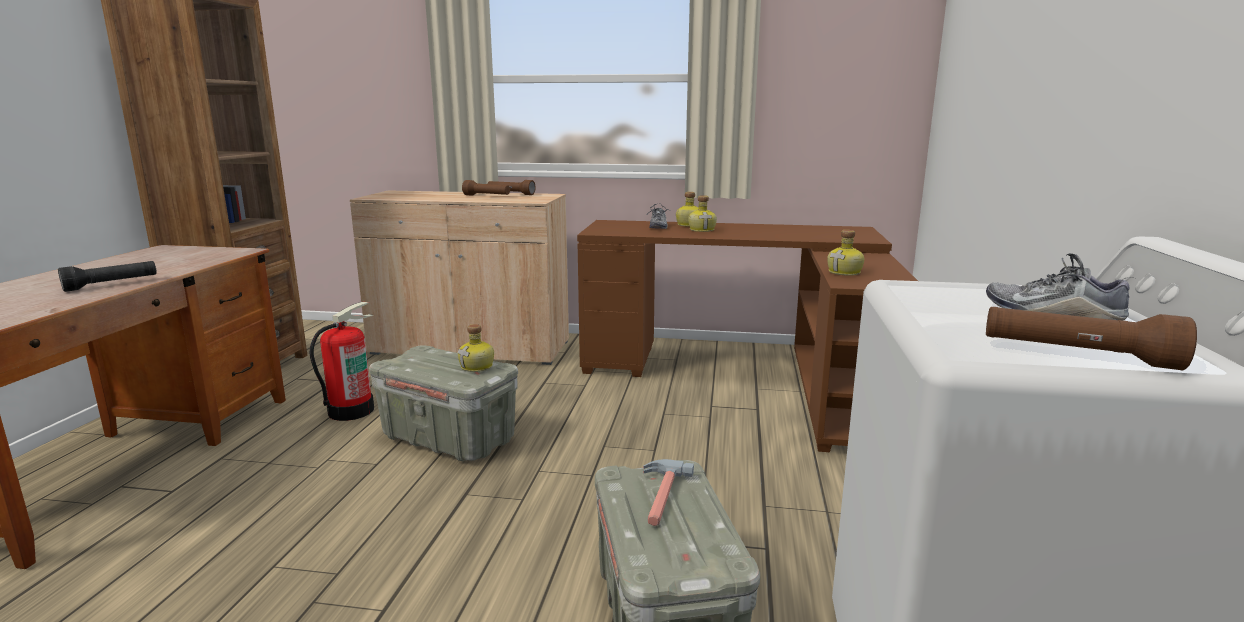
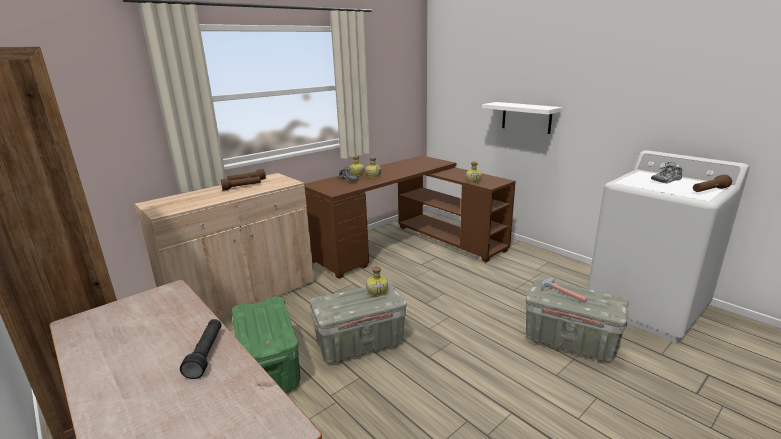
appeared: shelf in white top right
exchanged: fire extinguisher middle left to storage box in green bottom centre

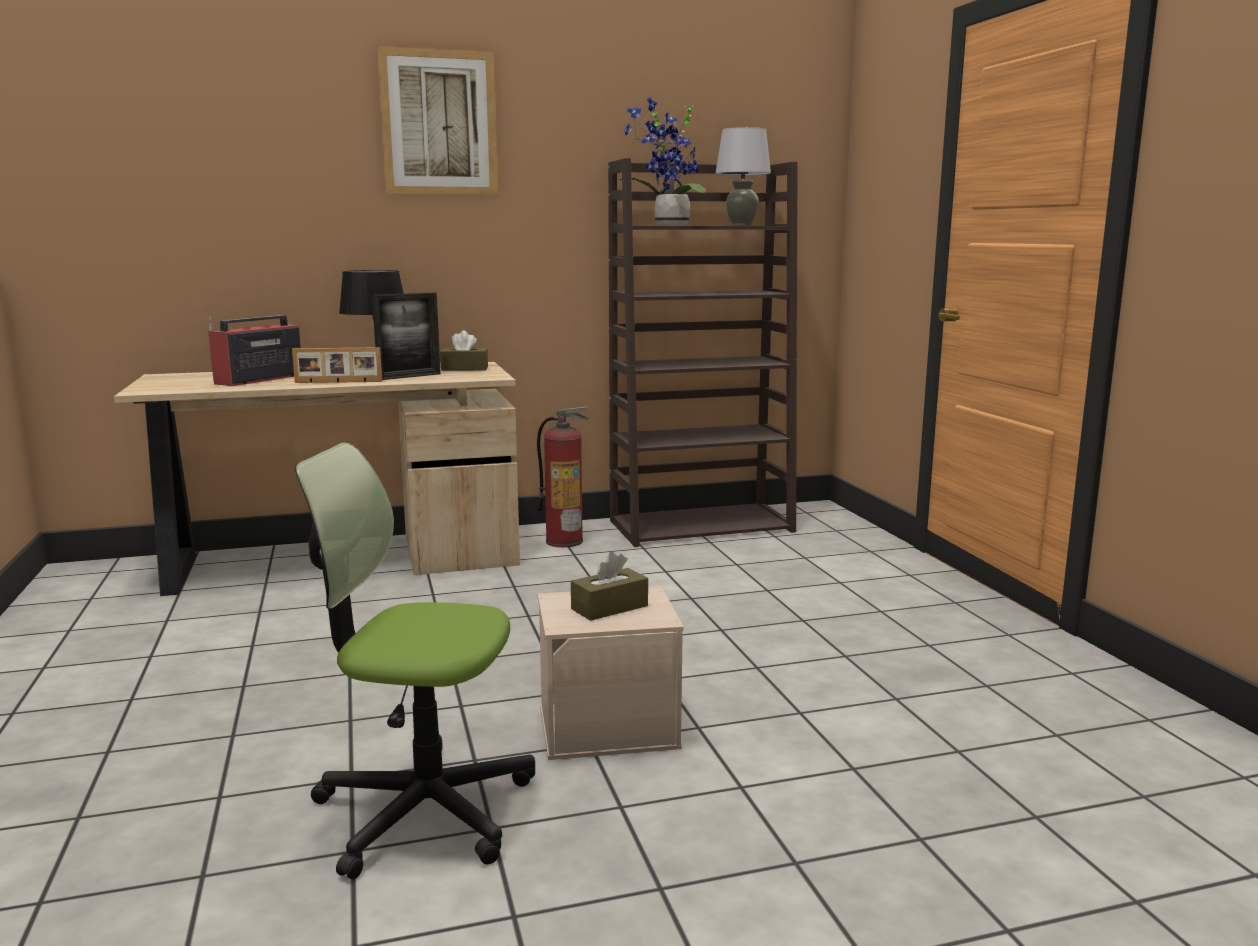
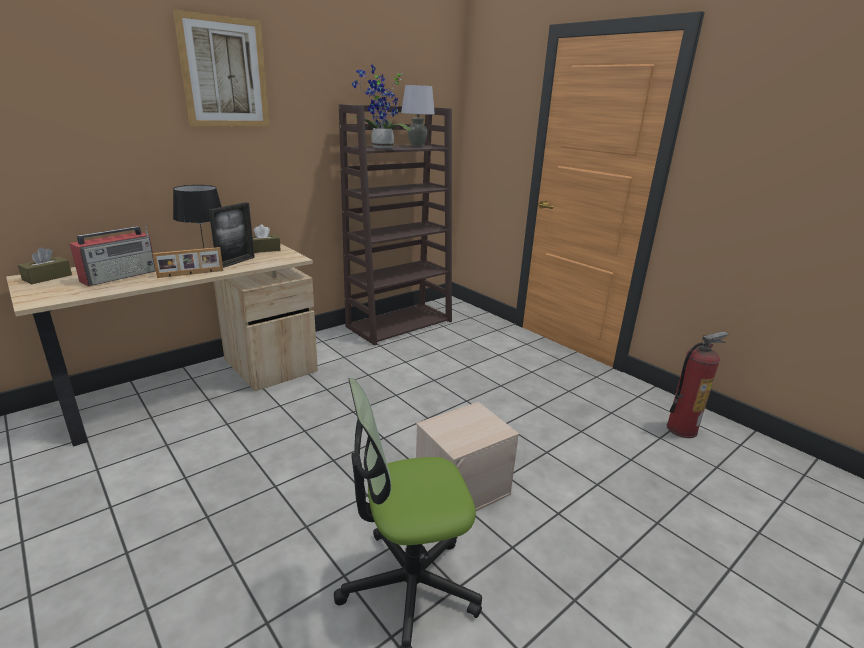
relocated: fire extinguisher centre to middle right; tissue box in brown (no. 2 from left in the first image) centre to tissue box in brown (no. 1 from left) middle left
spun: radio middle left = middle left 150 degrees counterclockwise

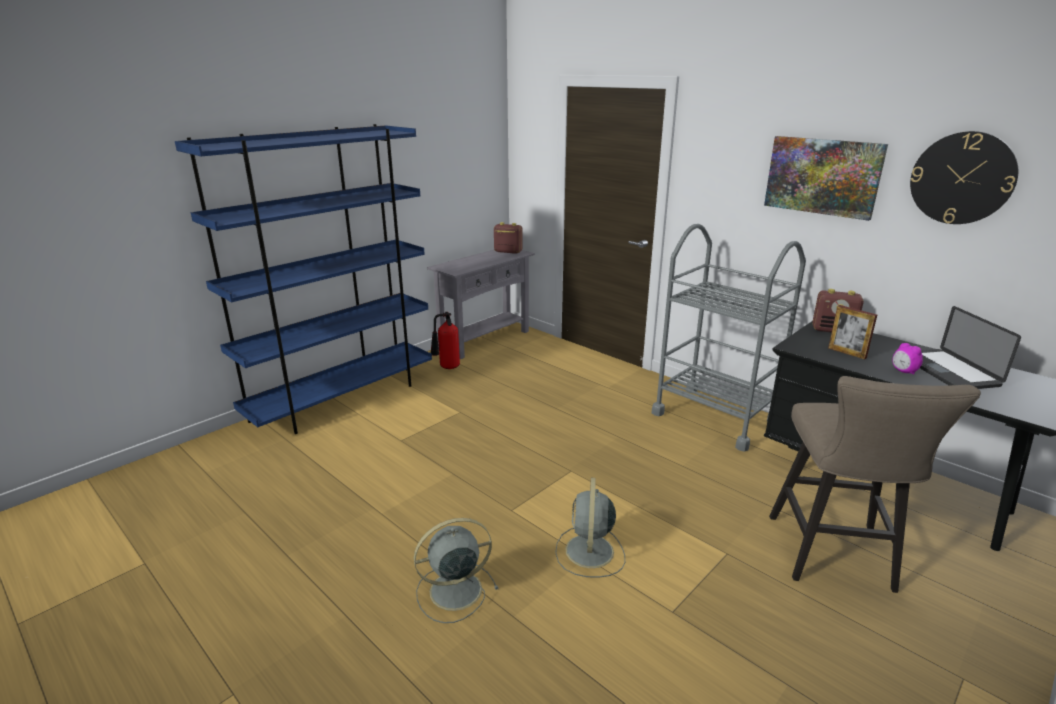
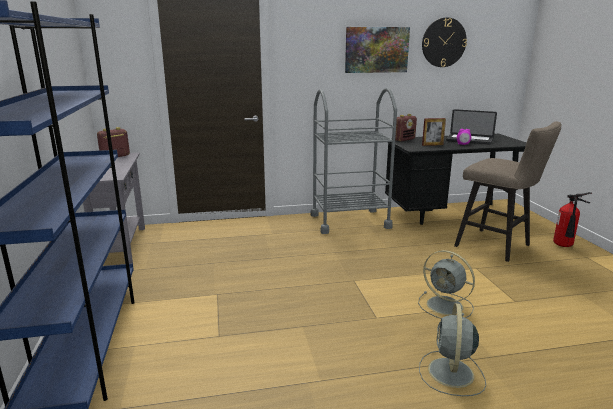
relocated: fire extinguisher centre to middle right

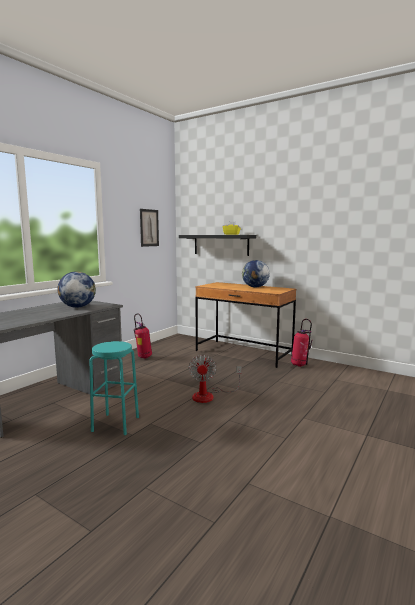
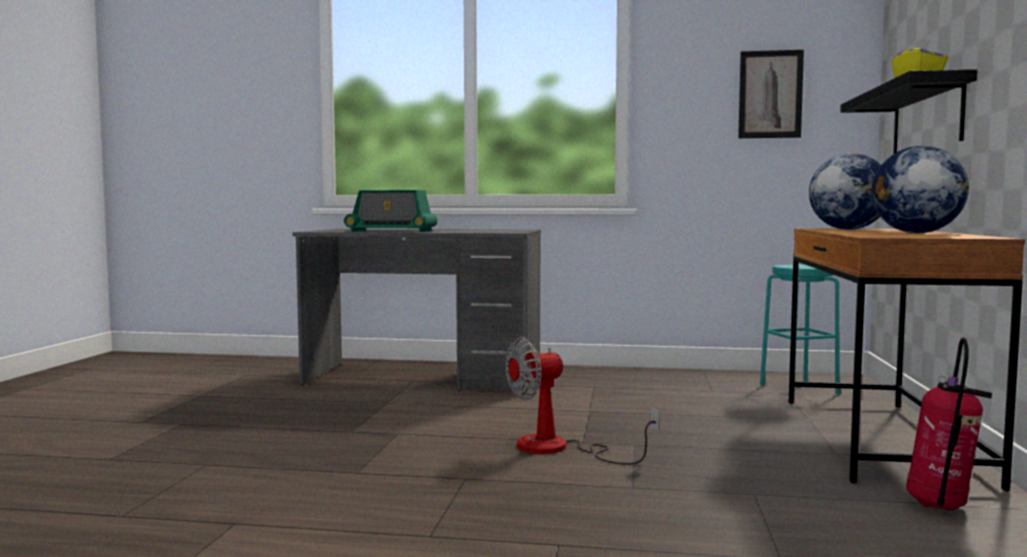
missing: fire extinguisher (no. 1 from left) centre
appeared: radio centre
relocated: globe (no. 1 from left) middle left to middle right; stool in turquoise middle left to middle right

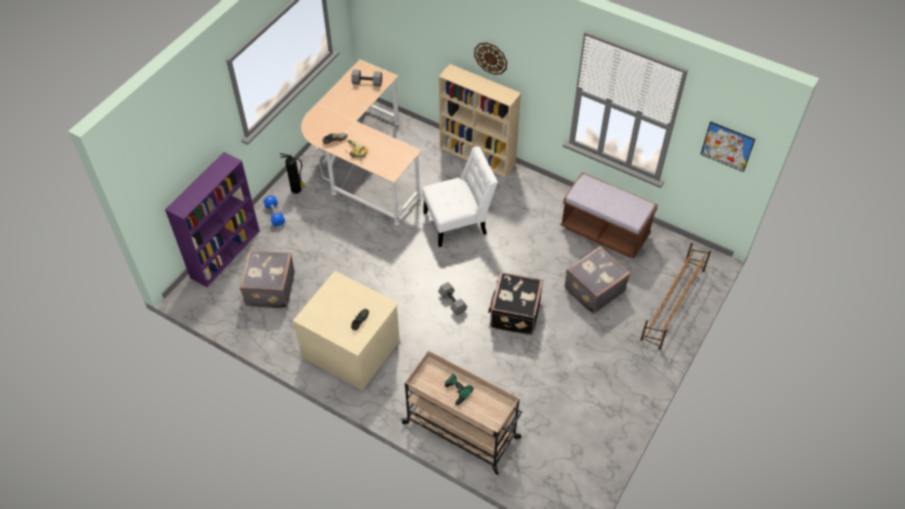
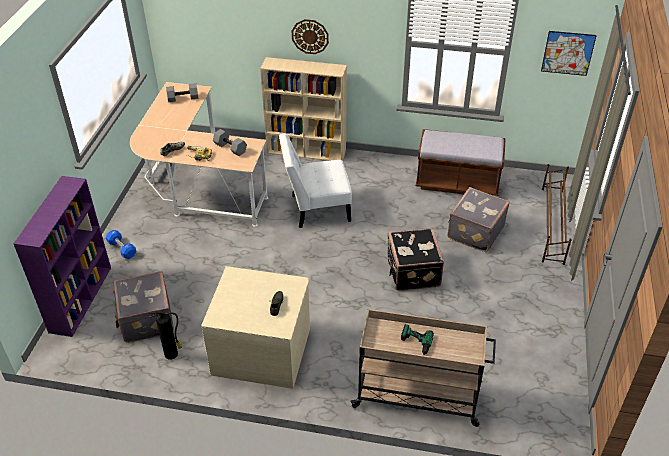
relocated: fire extinguisher middle left to bottom left; dumbbell in grey (no. 2 from left) centre to top centre
spun: chair in white centre = centre 150 degrees counterclockwise

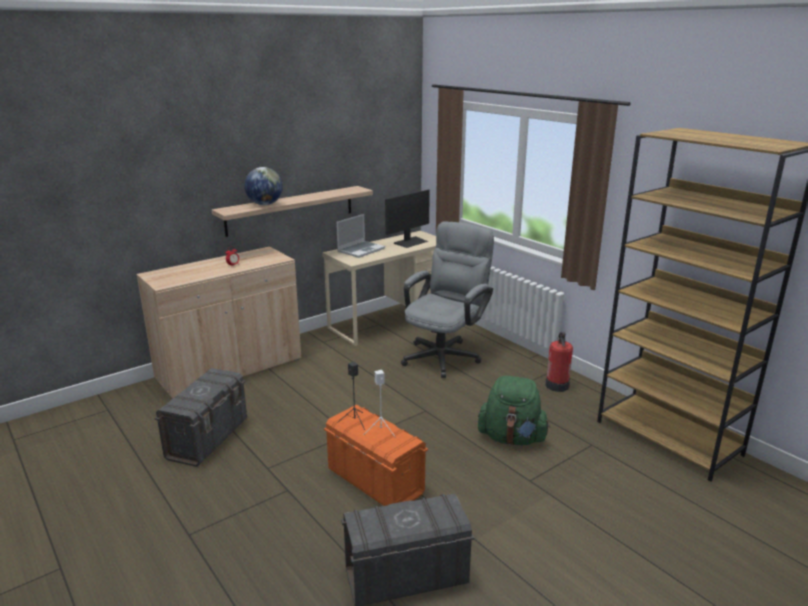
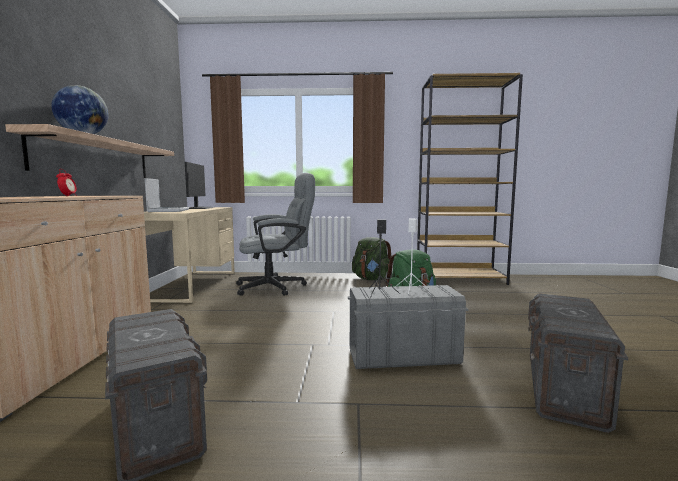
exchanged: fire extinguisher middle right to backpack in green (no. 1 from left) centre
colour: storage box in orange bottom centre to storage box in grey (no. 2 from left) bottom centre
spun: office chair in grey centre = centre 90 degrees clockwise

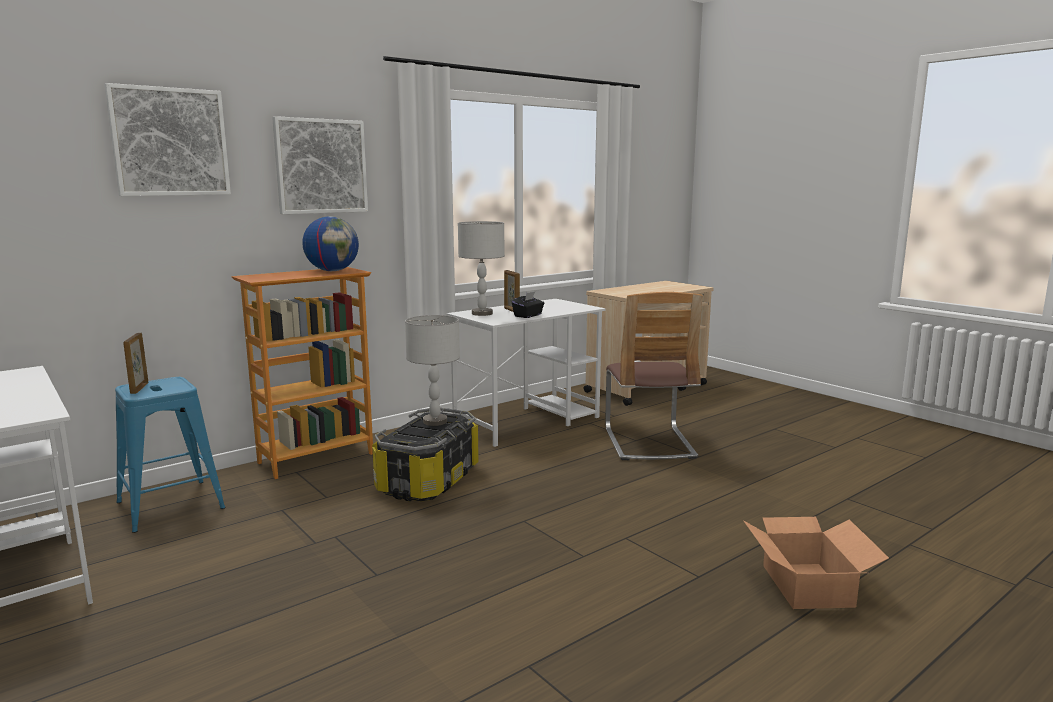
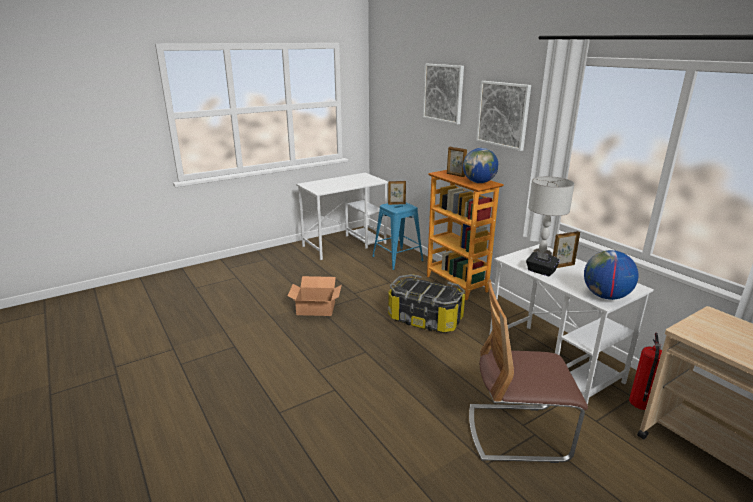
missing: table lamp in grey (no. 1 from left) centre
appeared: picture frame (no. 2 from left) top centre; globe (no. 2 from left) middle right; fire extinguisher bottom right
relocated: cardboard box bottom right to centre

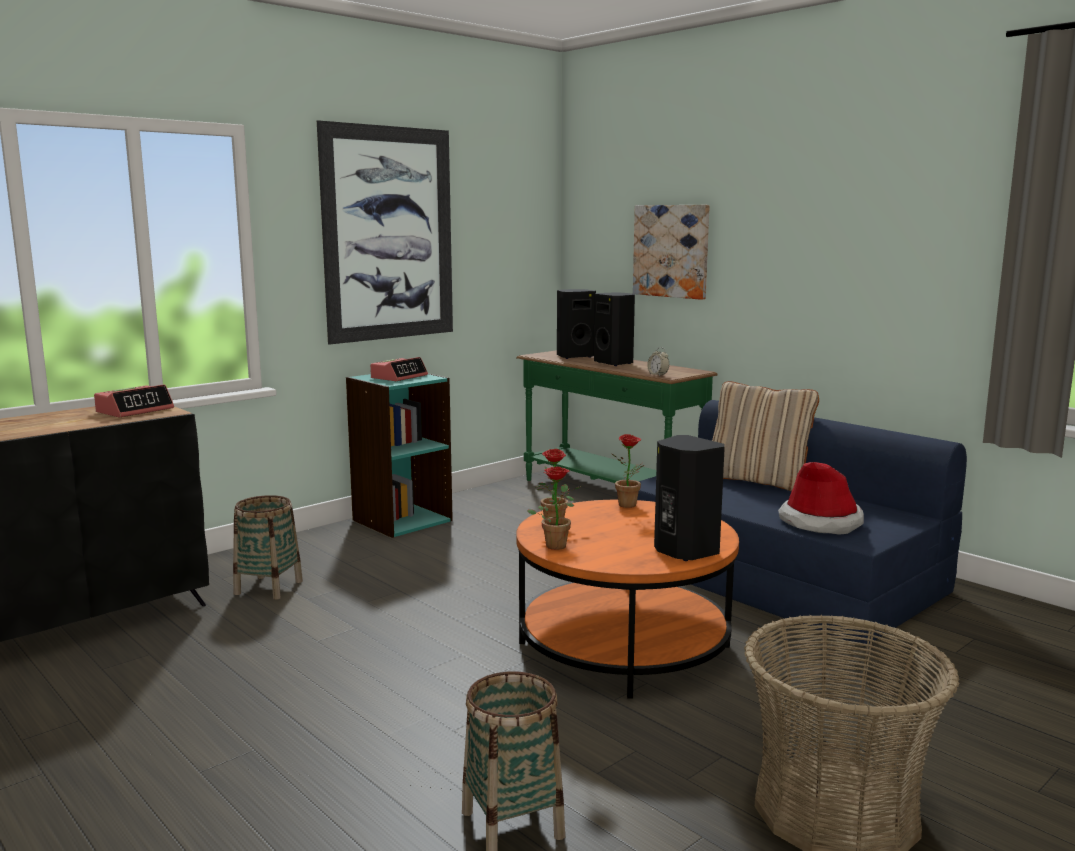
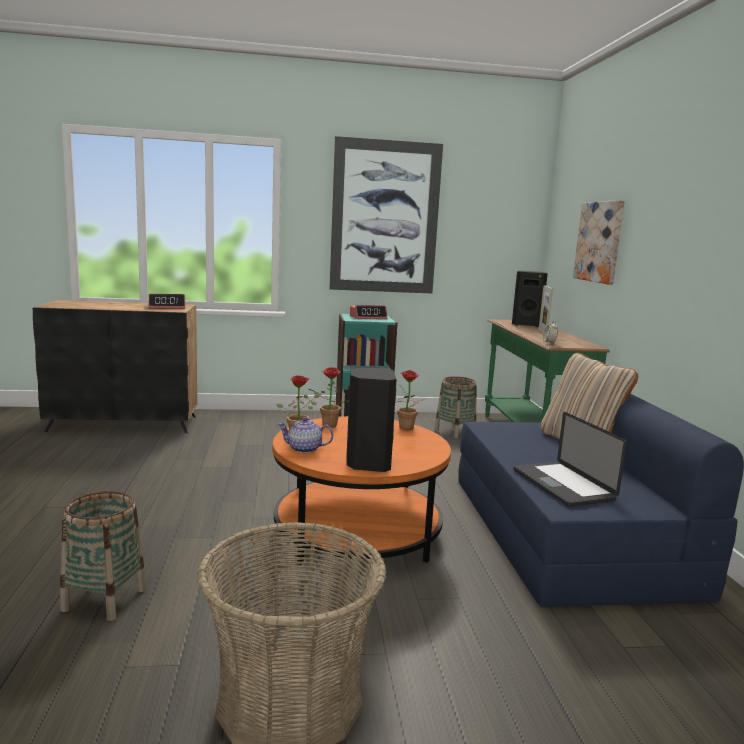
appeared: teapot centre
relocated: basket (no. 1 from left in the first image) middle left to basket (no. 3 from left) centre
exchanged: speaker in black (no. 2 from left) centre to picture frame middle right; hat middle right to laptop middle right

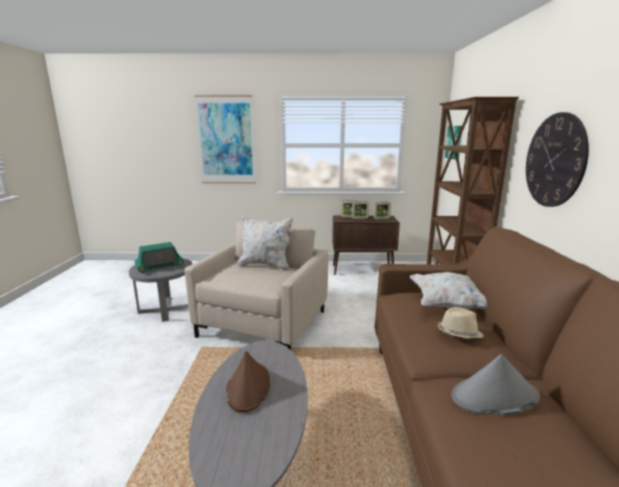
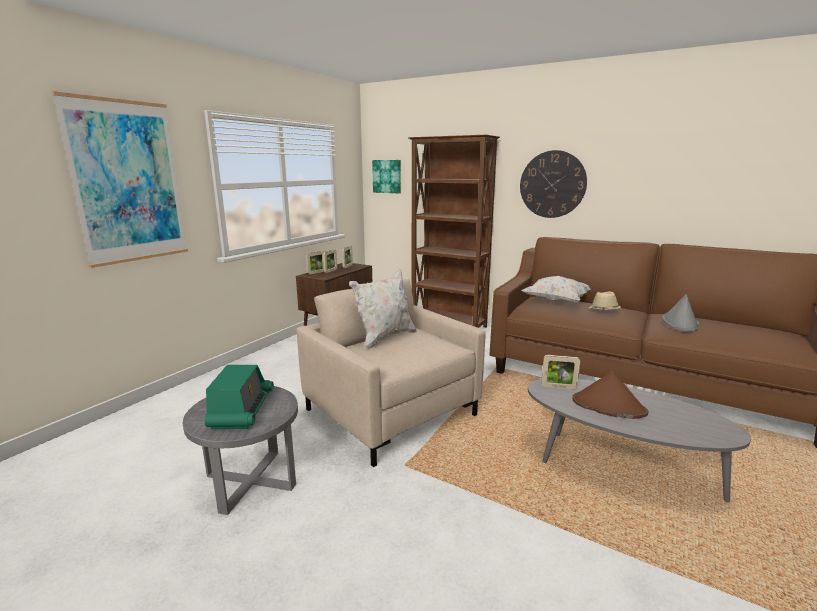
appeared: picture frame (no. 4 from left) middle right

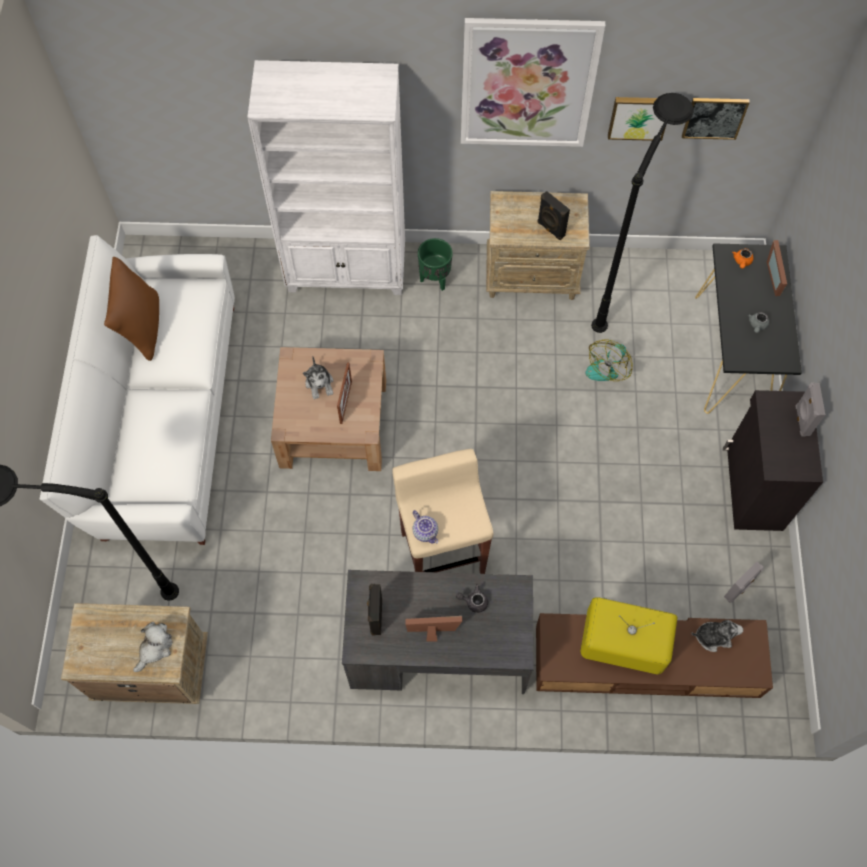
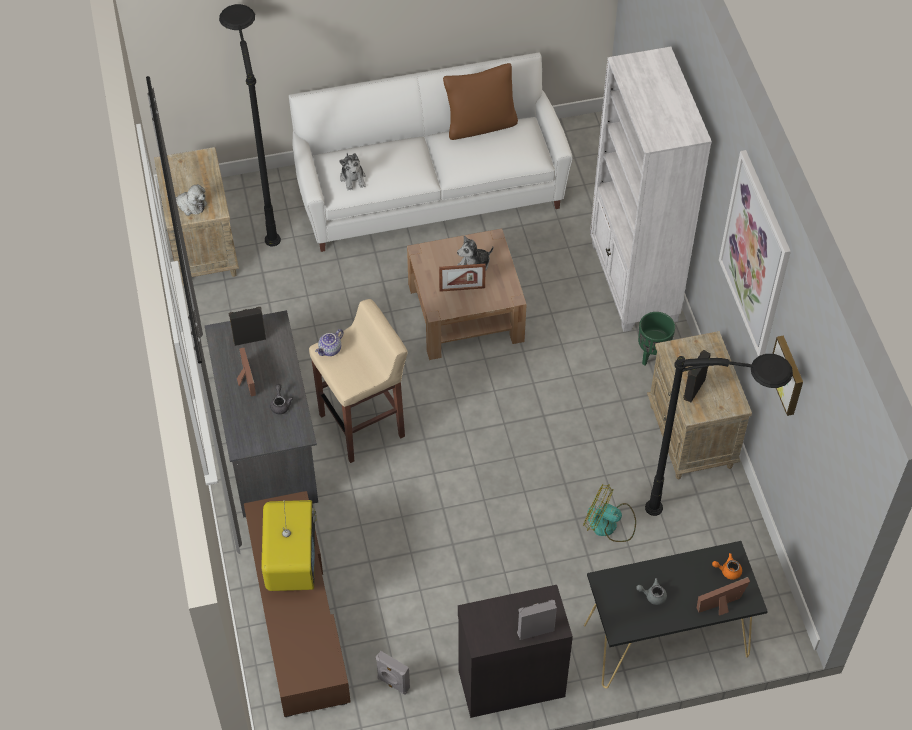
missing: picture (no. 3 from left) top right
relocated: plush toy (no. 3 from left in the first image) bottom right to plush toy (no. 2 from left) top centre

